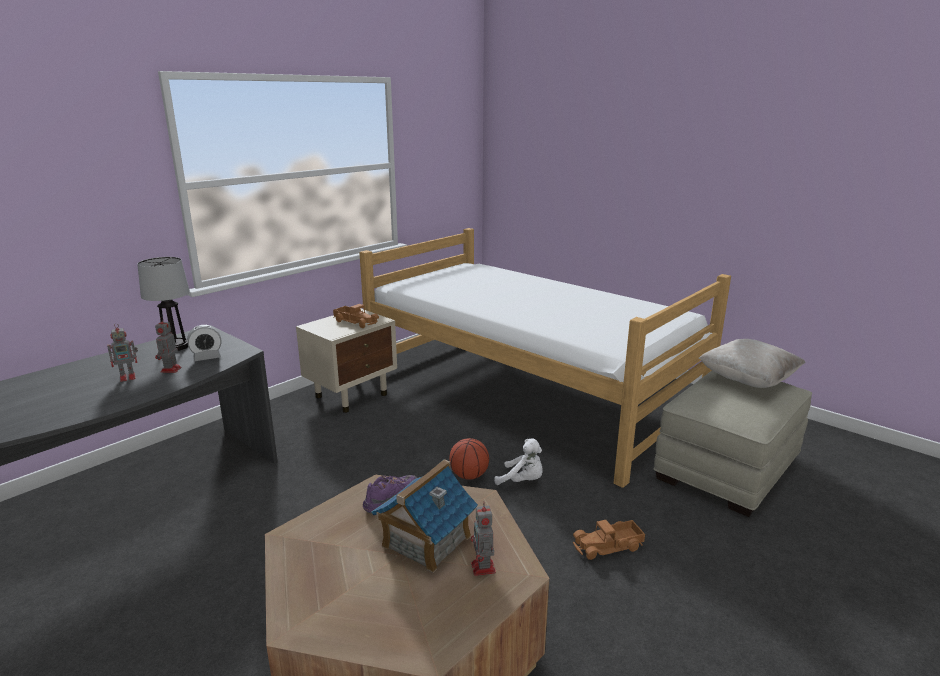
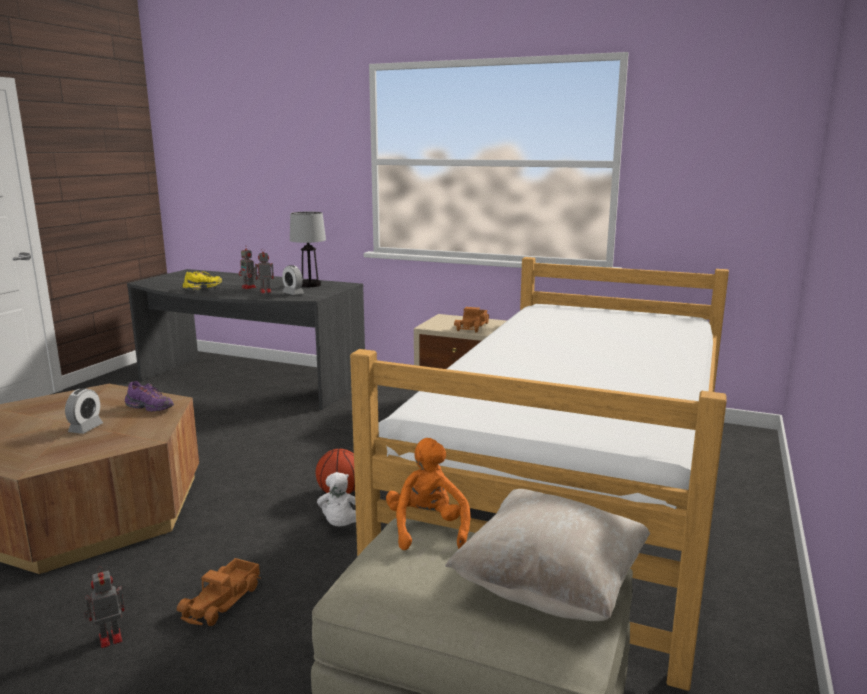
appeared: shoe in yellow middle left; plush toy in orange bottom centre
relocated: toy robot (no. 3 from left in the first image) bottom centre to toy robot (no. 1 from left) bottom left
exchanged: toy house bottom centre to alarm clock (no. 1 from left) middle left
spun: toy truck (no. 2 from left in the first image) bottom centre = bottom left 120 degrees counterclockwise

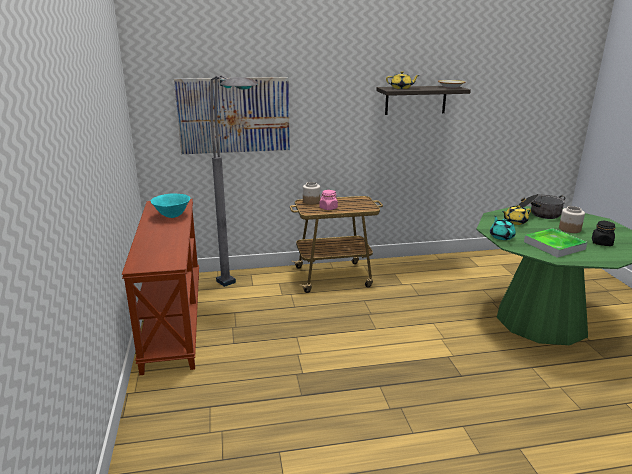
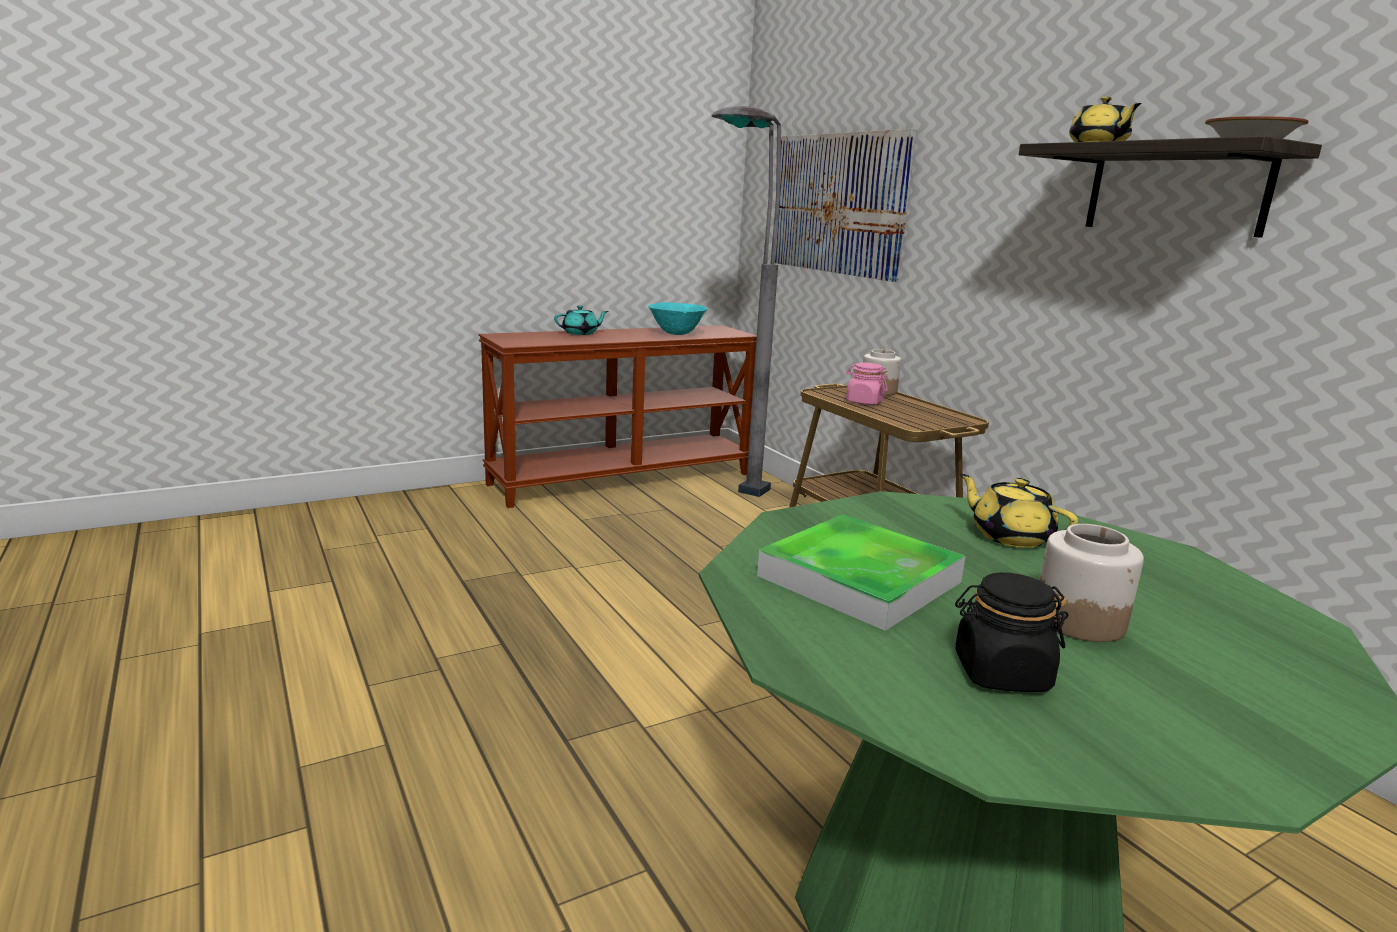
missing: cooking pot middle right
relocated: teapot in turquoise middle right to centre

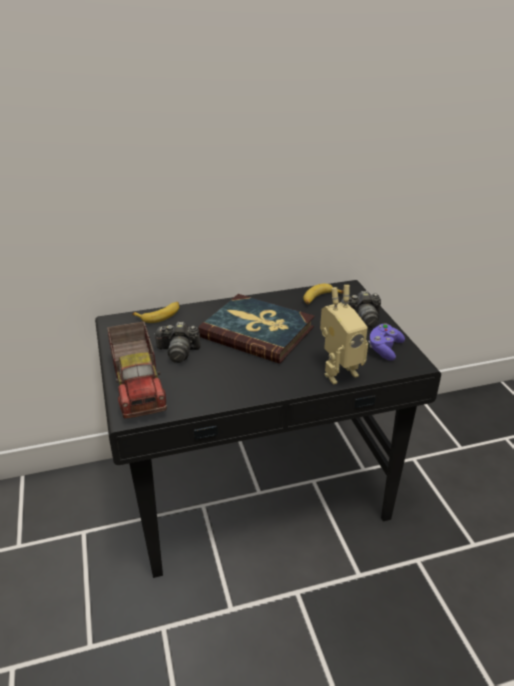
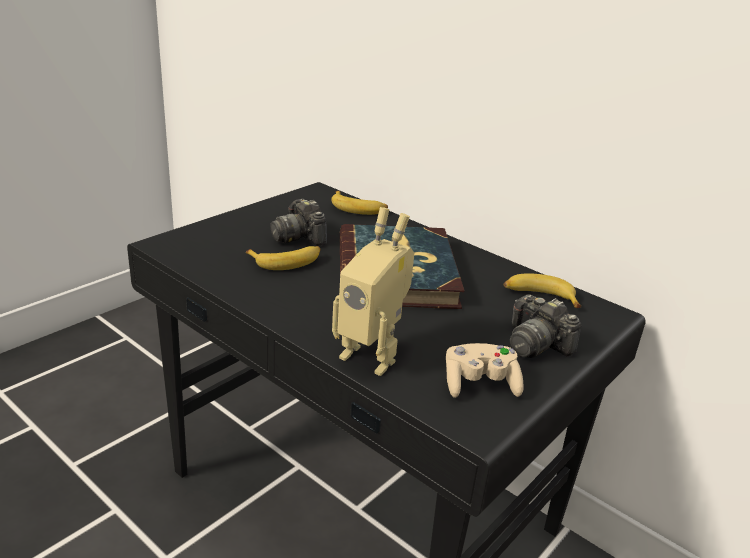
missing: toy truck middle left
appeared: banana (no. 1 from left) centre
colour: game controller in purple middle right to game controller in beige centre

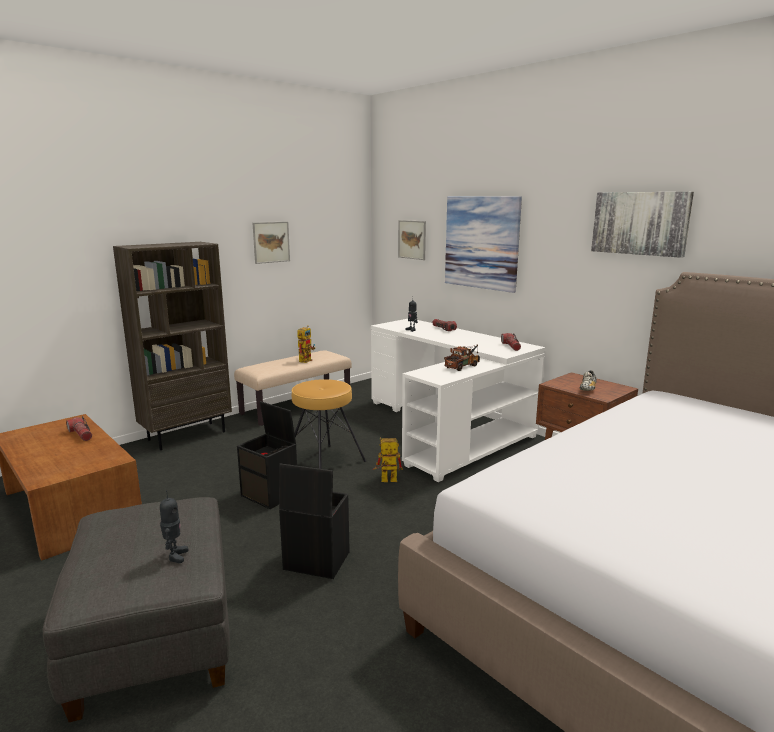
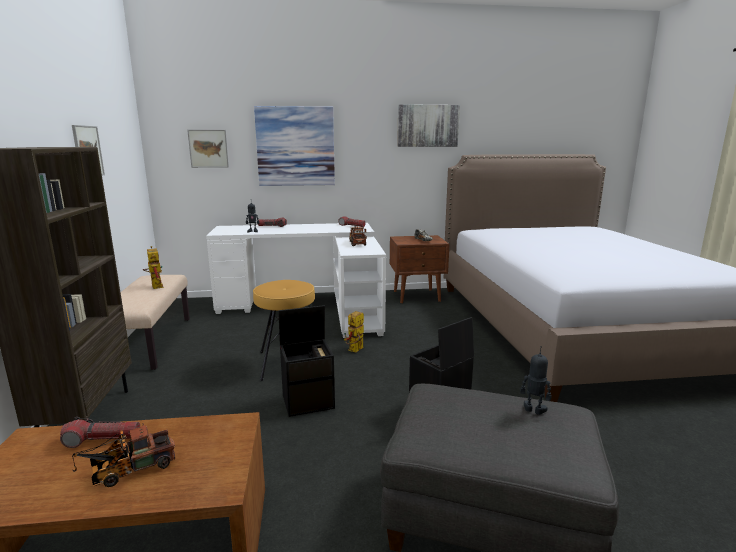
appeared: toy truck (no. 1 from left) bottom left

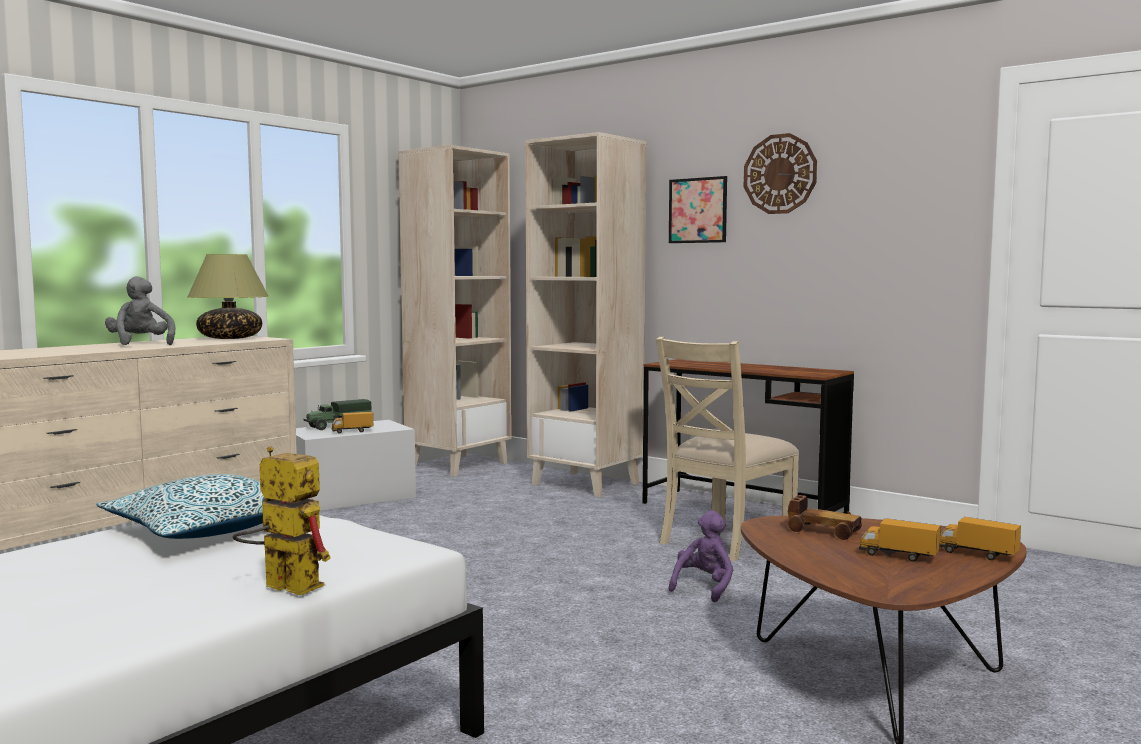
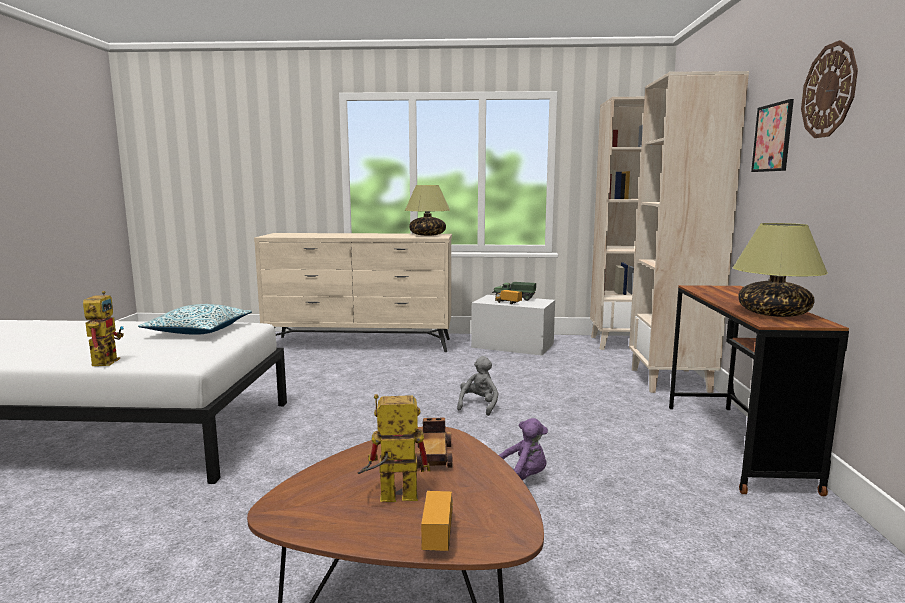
missing: chair in beige centre
appeared: table lamp (no. 2 from left) middle right
relocated: plush toy in grey middle left to centre
exchanged: toy truck (no. 3 from left) bottom right to toy robot (no. 2 from left) bottom centre

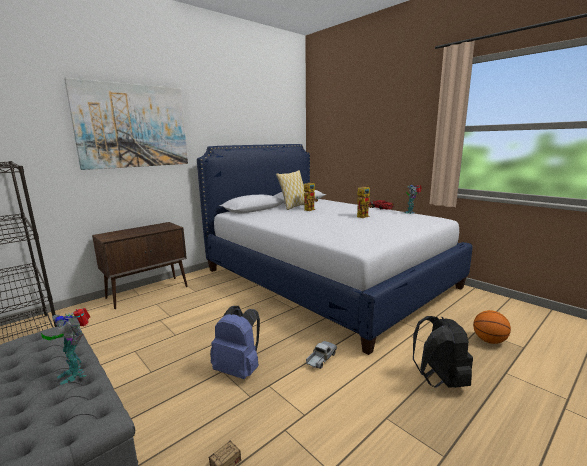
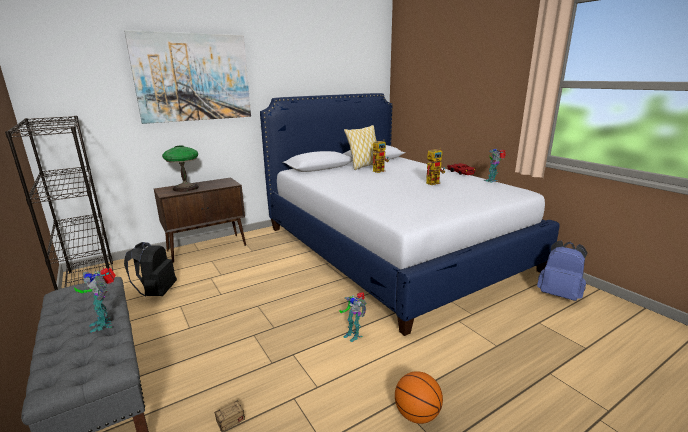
appeared: table lamp middle left
relocated: backpack in blue bottom centre to middle right; backpack in black bottom right to middle left; basketball bottom right to bottom centre
exchanged: toy truck bottom centre to toy robot (no. 2 from left) bottom centre

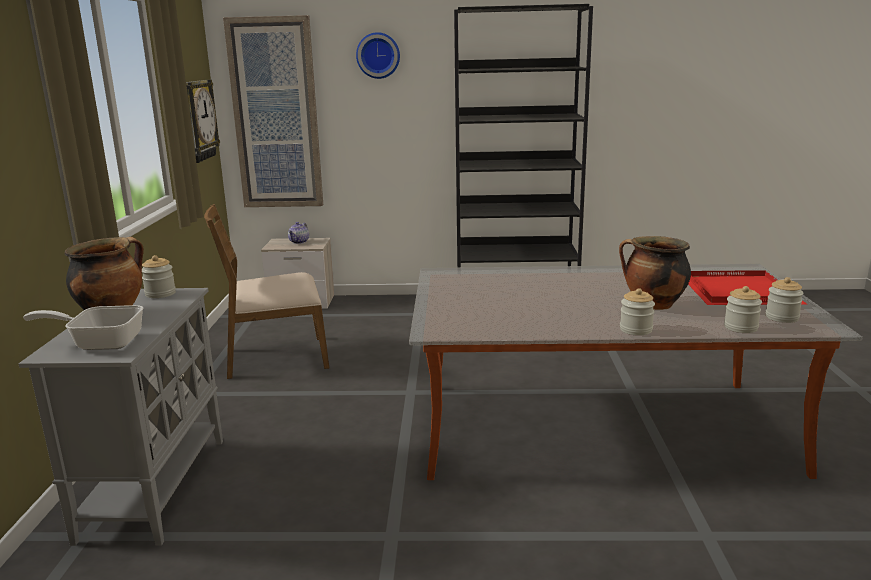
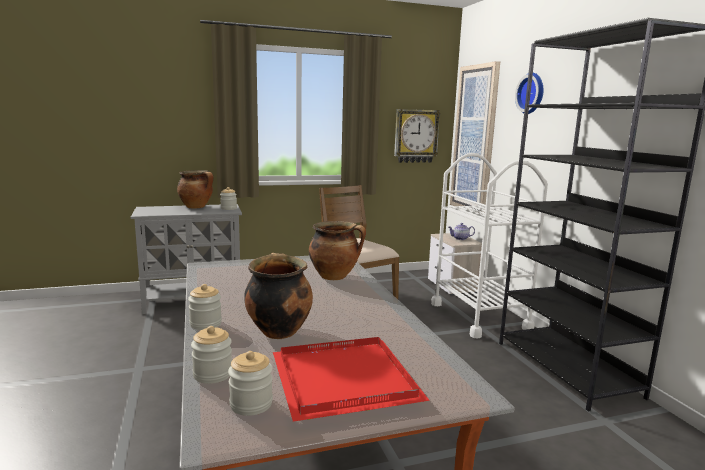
missing: frying pan middle left
appeared: cooking pot (no. 3 from left) centre; cart in white middle right

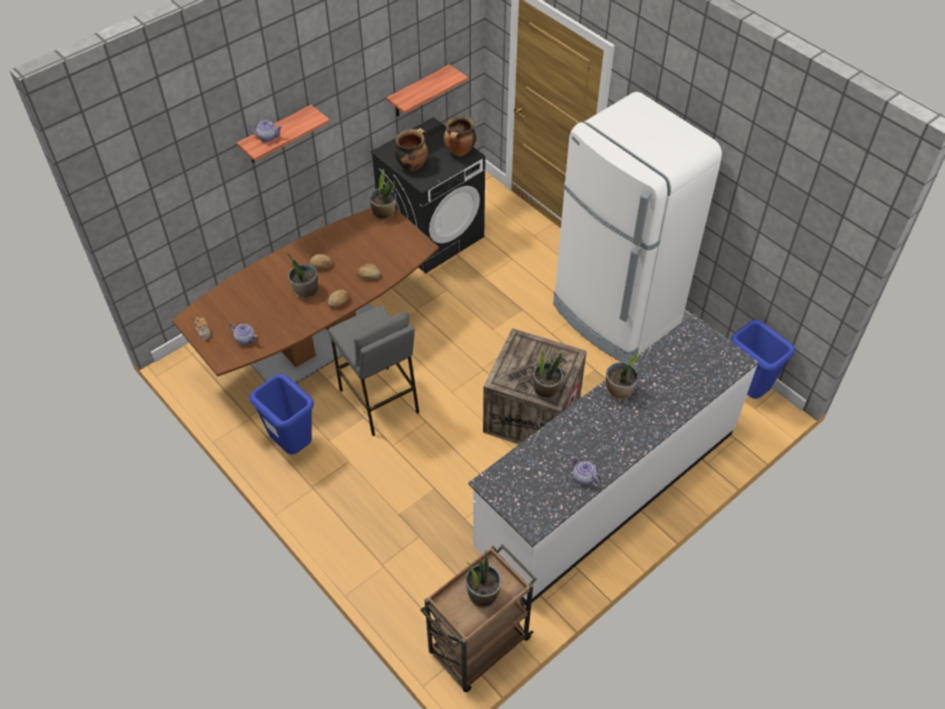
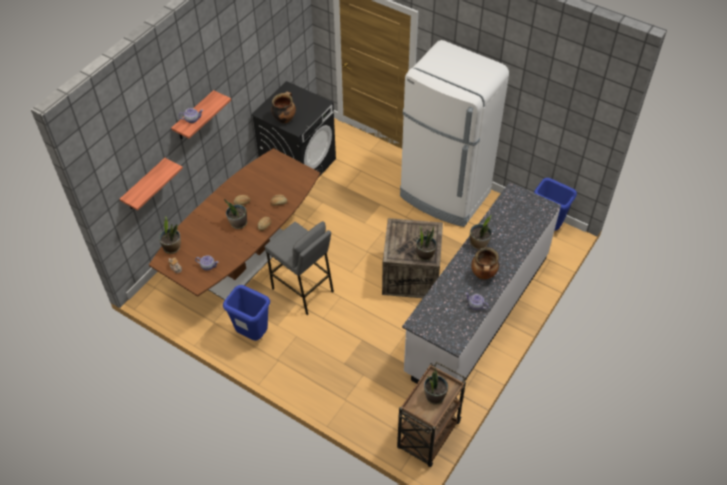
relocated: potted plant (no. 2 from left in the first image) top centre to potted plant (no. 1 from left) middle left; shelf (no. 2 from left in the first image) top centre to shelf (no. 1 from left) middle left; cooking pot (no. 2 from left) top centre to middle right

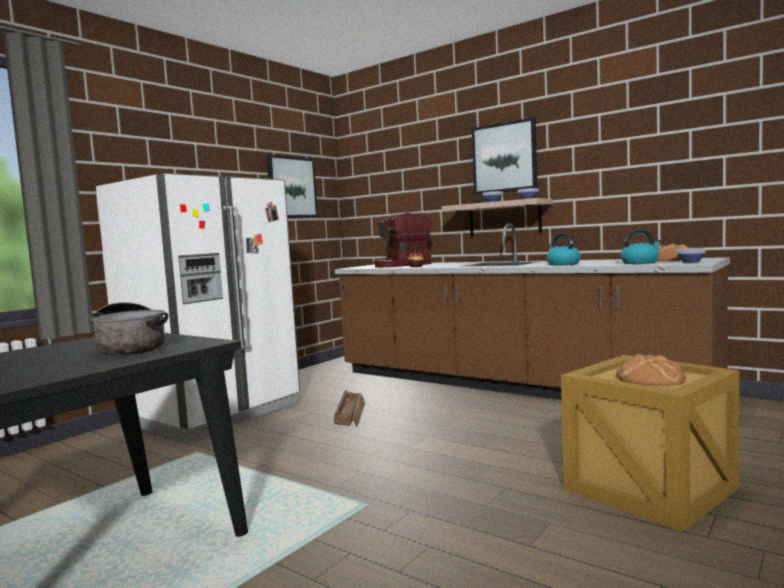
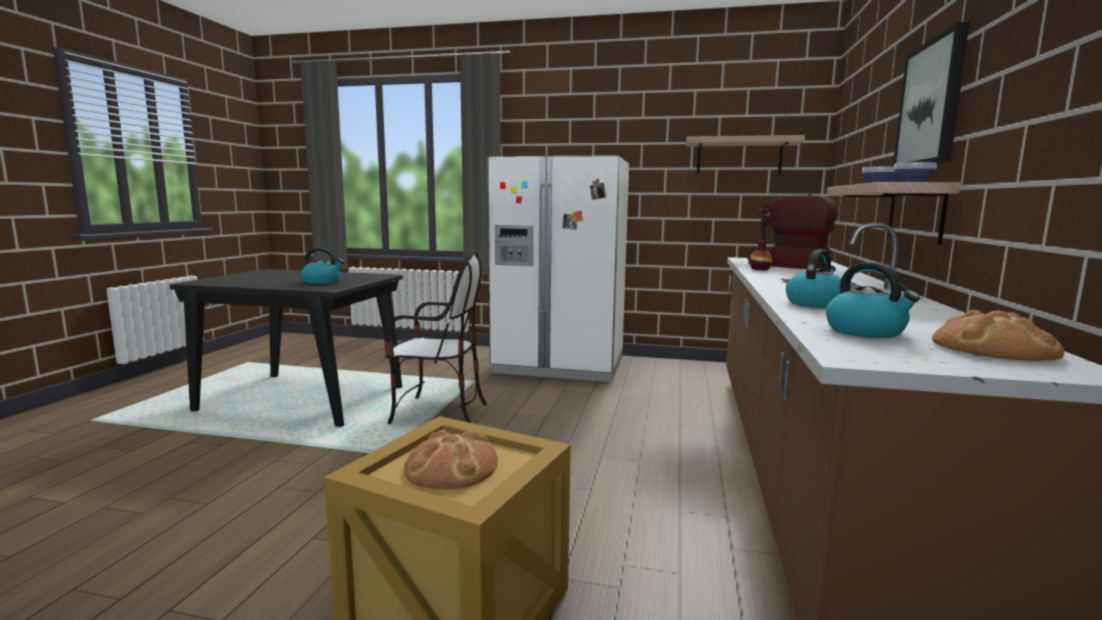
missing: crate (no. 1 from left) bottom centre; bowl (no. 3 from left) middle right
appeared: chair centre
exchanged: cooking pot middle left to kettle (no. 1 from left) middle left; picture (no. 1 from left) top centre to shelf (no. 1 from left) top right

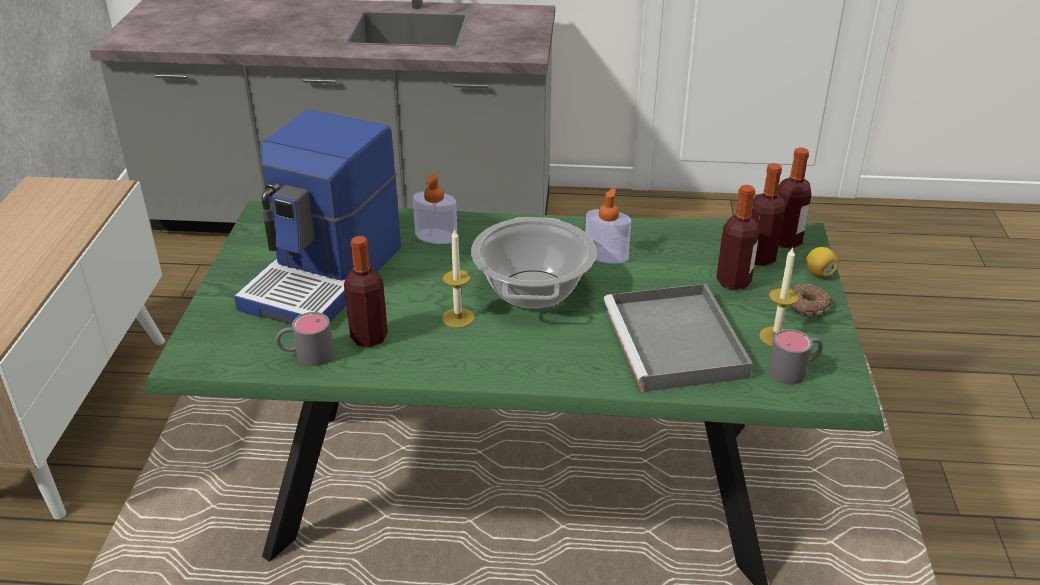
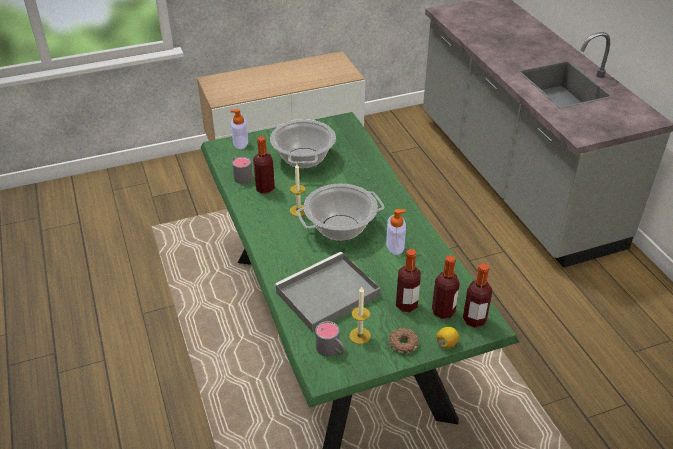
relocated: soap dispenser (no. 1 from left) centre to top centre
exchanged: coffee machine middle left to cooking pot (no. 1 from left) top centre

